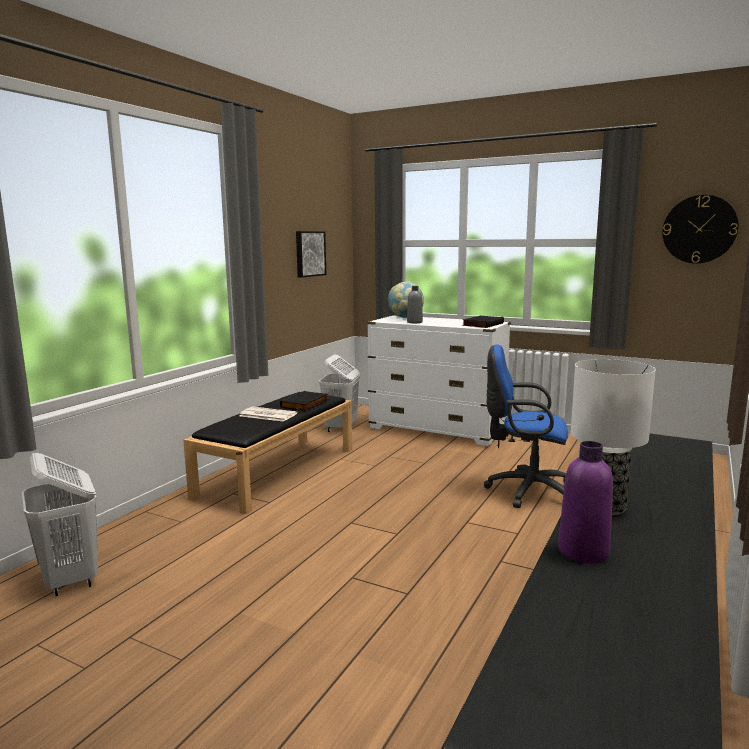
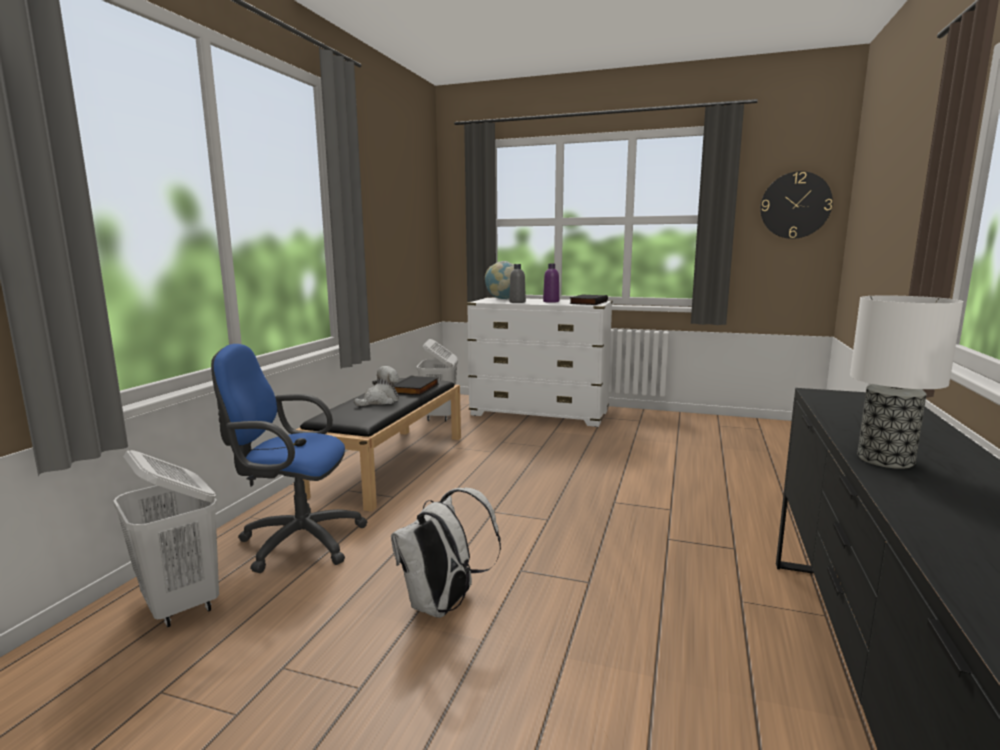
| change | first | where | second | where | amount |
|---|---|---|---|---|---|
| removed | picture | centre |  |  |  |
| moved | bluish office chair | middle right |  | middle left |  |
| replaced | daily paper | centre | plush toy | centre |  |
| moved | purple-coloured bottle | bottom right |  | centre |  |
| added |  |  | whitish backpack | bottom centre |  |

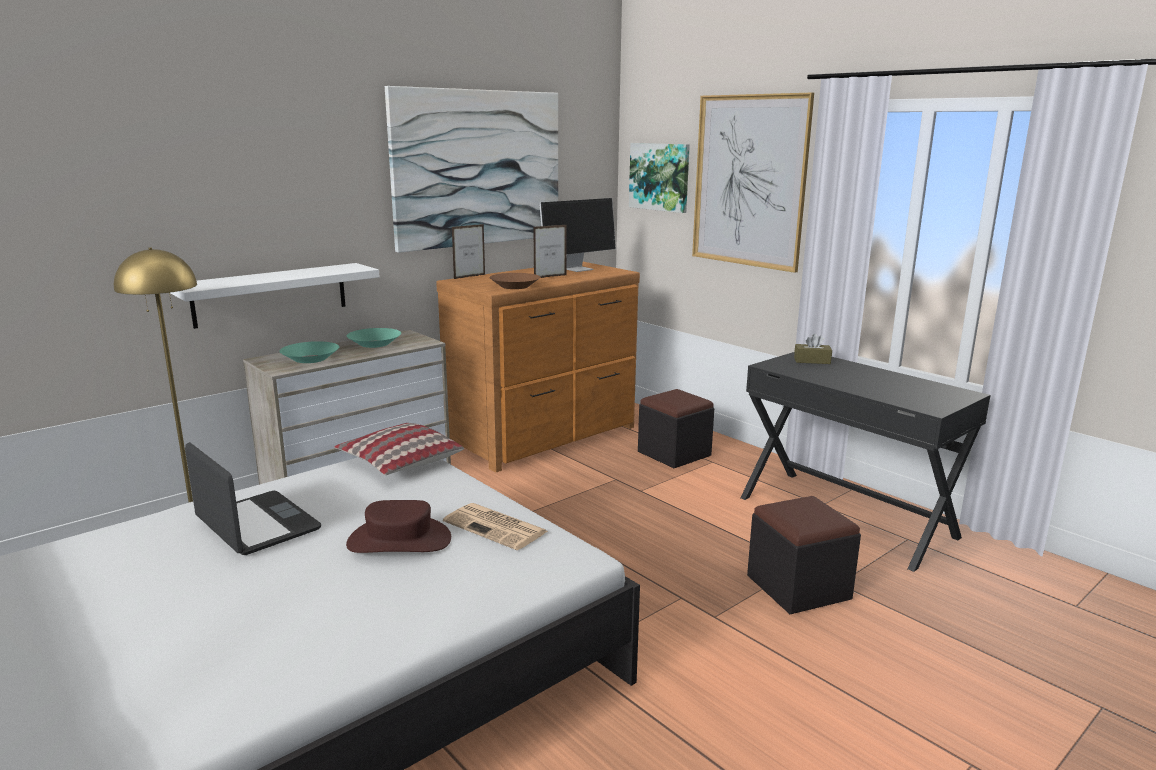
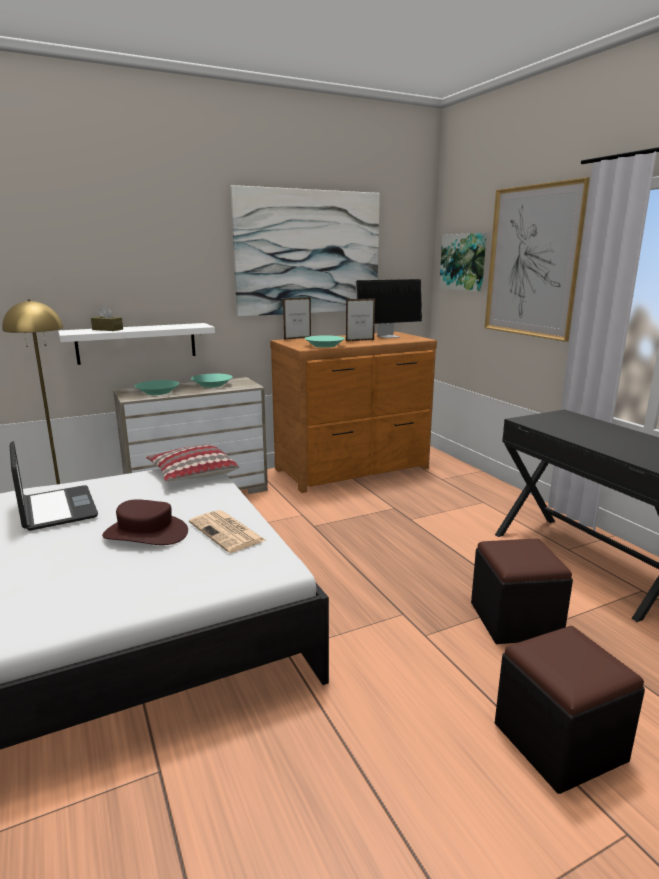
| change | first | where | second | where | amount |
|---|---|---|---|---|---|
| recoloured | brown serving bowl | centre | turquoise serving bowl (3rd from left) | centre |  |
| moved | brown tissue box | middle right |  | middle left |  |
| moved | black pouffe (1st from left in the first image) | centre | black pouffe (2nd from left) | bottom right |  |

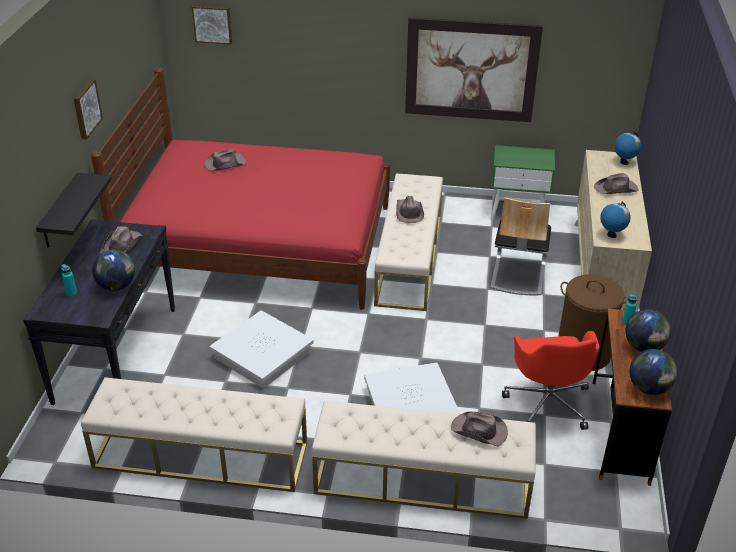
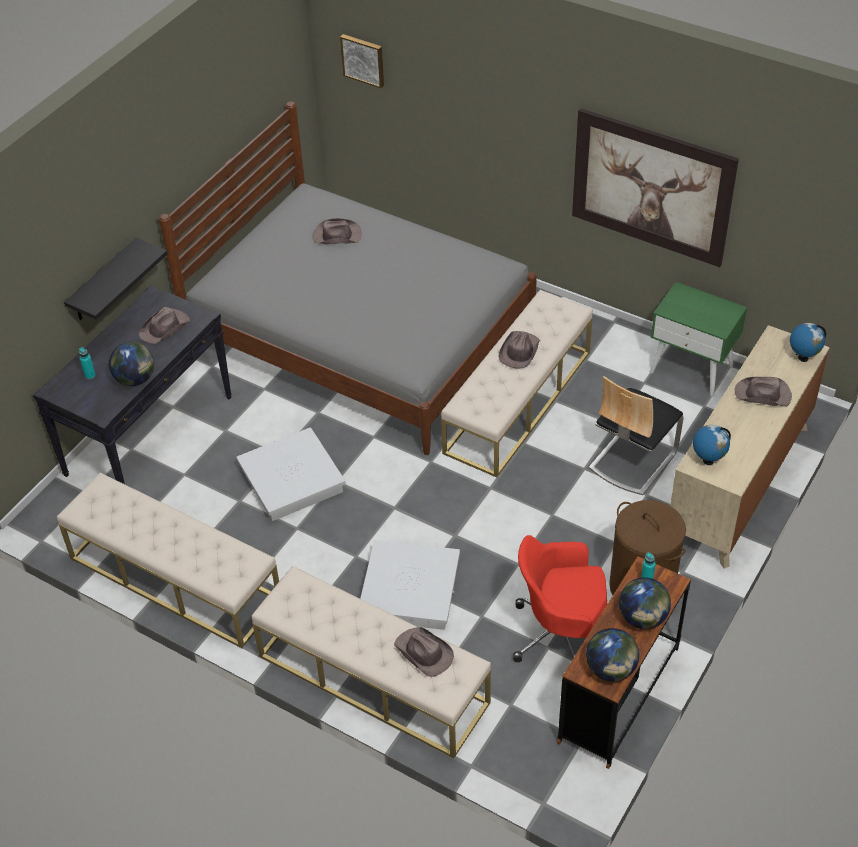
| change | first | where | second | where | amount |
|---|---|---|---|---|---|
| recoloured | red-coloured bed | middle left | gray bed | top centre |  |
| removed | picture (1st from left) | top left |  |  |  |
| turned | red-coloured office chair | bottom right |  | bottom centre | 75 degrees clockwise |

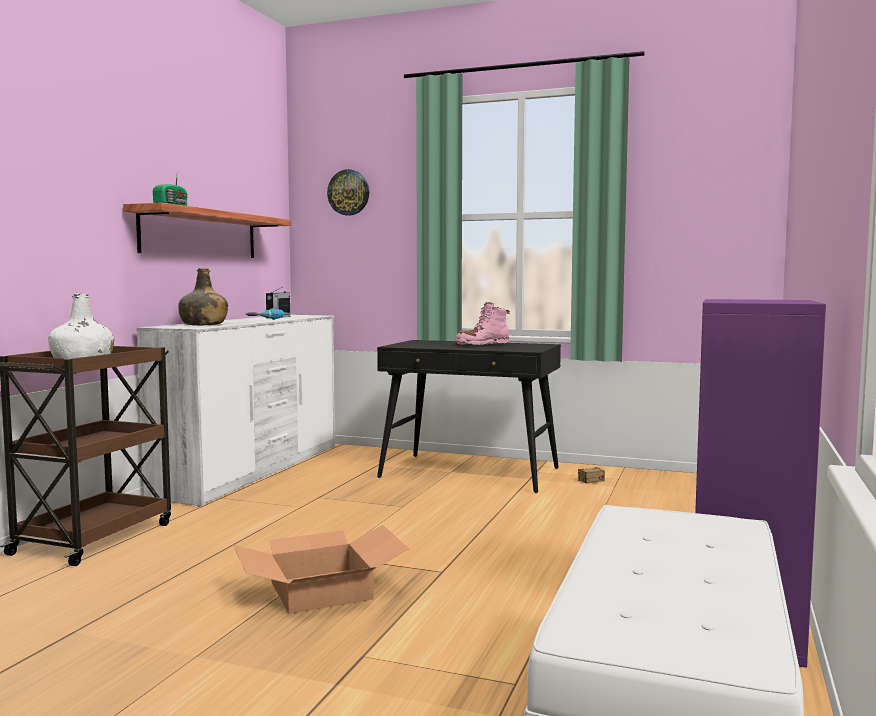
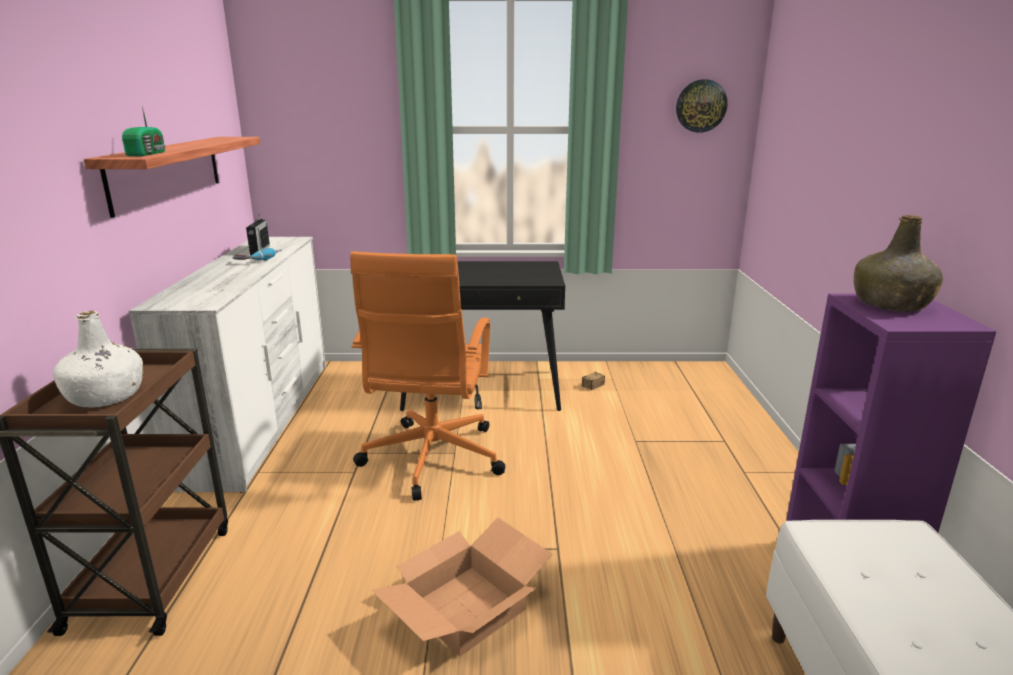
| change | first | where | second | where | amount |
|---|---|---|---|---|---|
| moved | wall clock | top centre |  | top right |  |
| moved | greenish bottle | middle left |  | middle right |  |
| removed | pink high-top boot | centre |  |  |  |
| added |  |  | orangey office chair | centre |  |

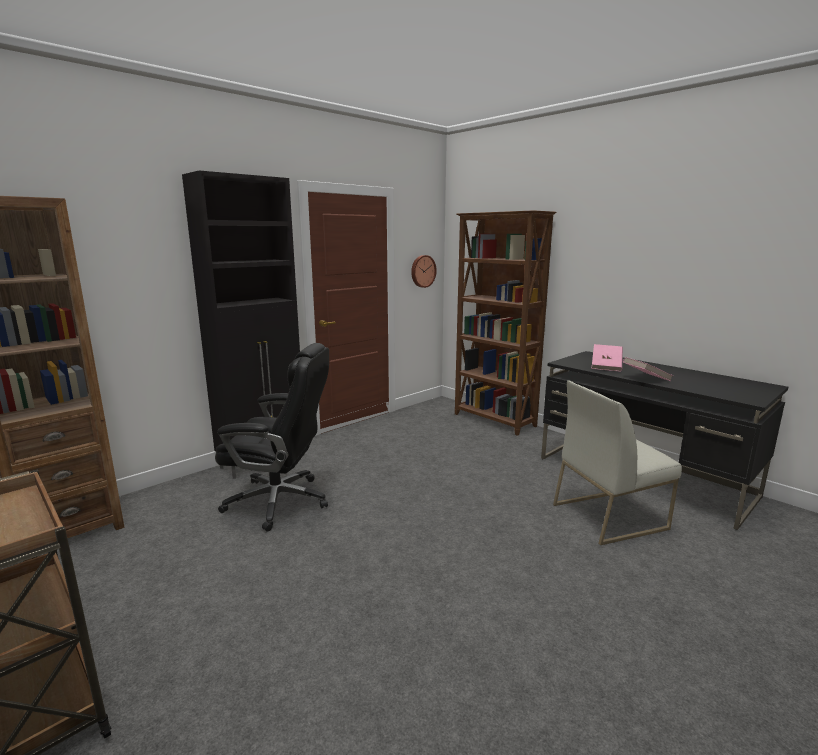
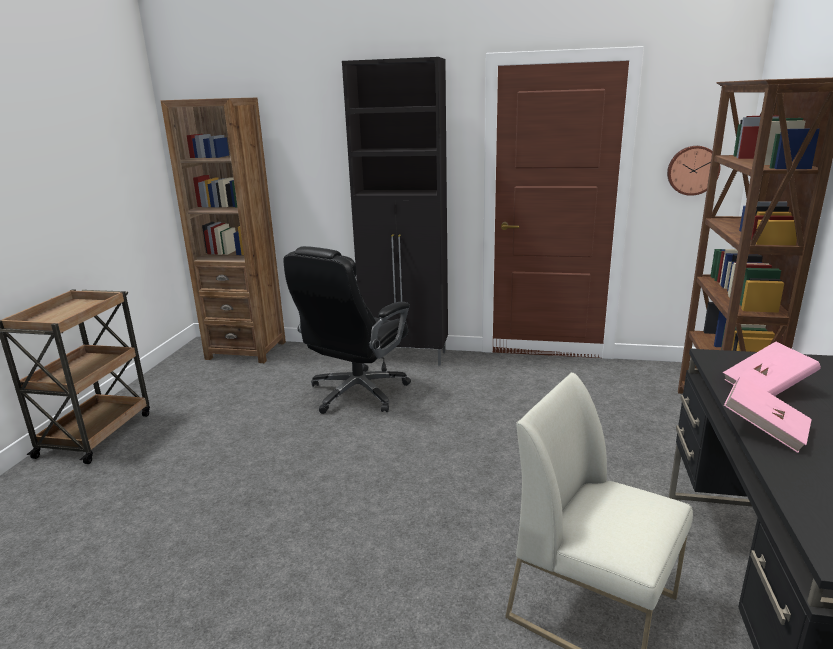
| change | first | where | second | where | amount |
|---|---|---|---|---|---|
| turned | black office chair | middle left |  | centre | 60 degrees clockwise |

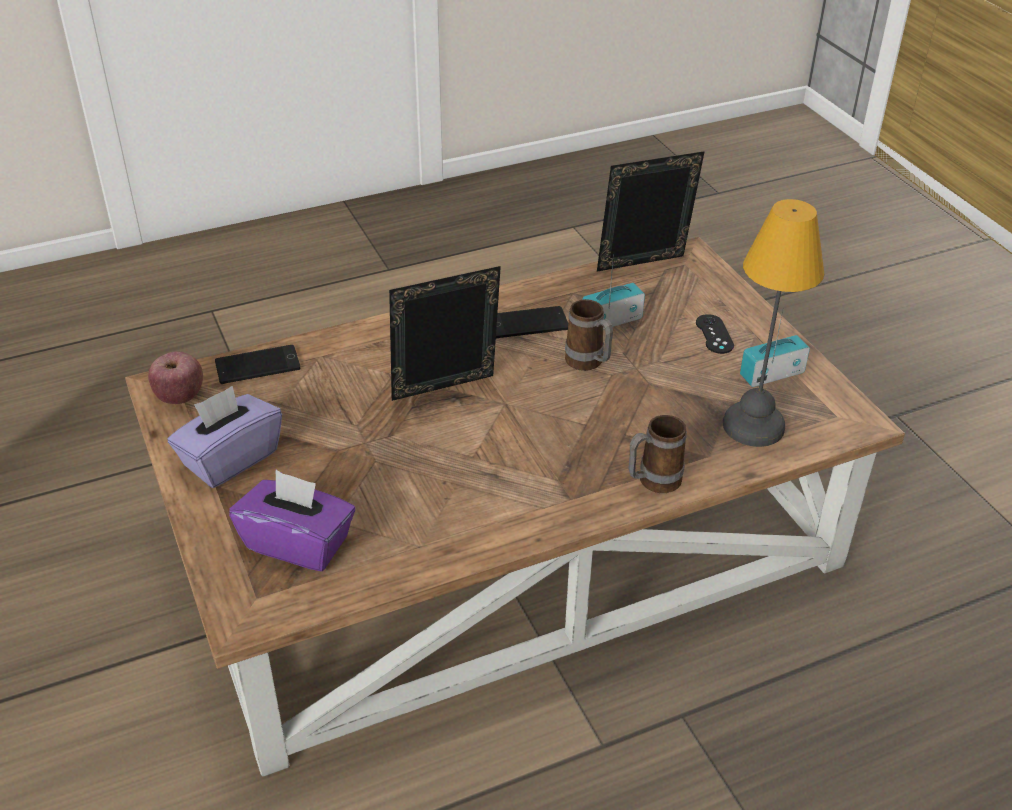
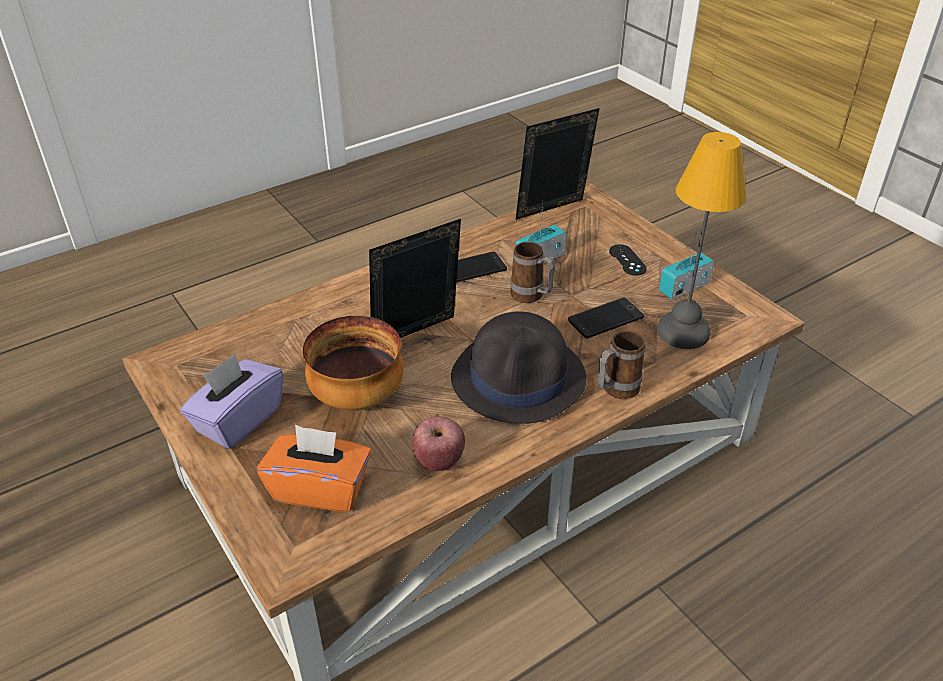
| change | first | where | second | where | amount |
|---|---|---|---|---|---|
| moved | telephone (1st from left in the first image) | middle left | telephone (2nd from left) | centre |  |
| moved | apple fruit | middle left |  | centre |  |
| recoloured | purple-coloured tissue box (2nd from left) | middle left | orangey tissue box | bottom left |  |
| added |  |  | black clothing hat | centre |  |
| added |  |  | serving bowl | centre |  |

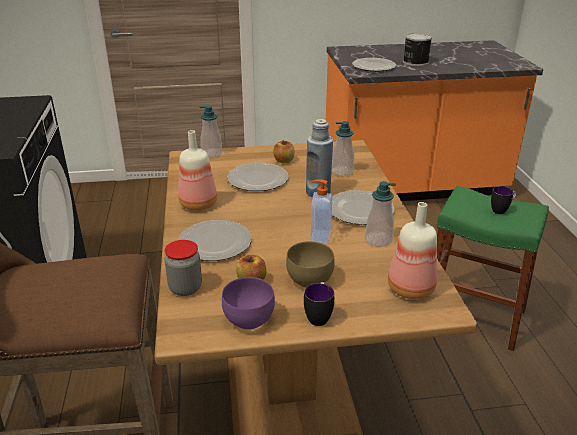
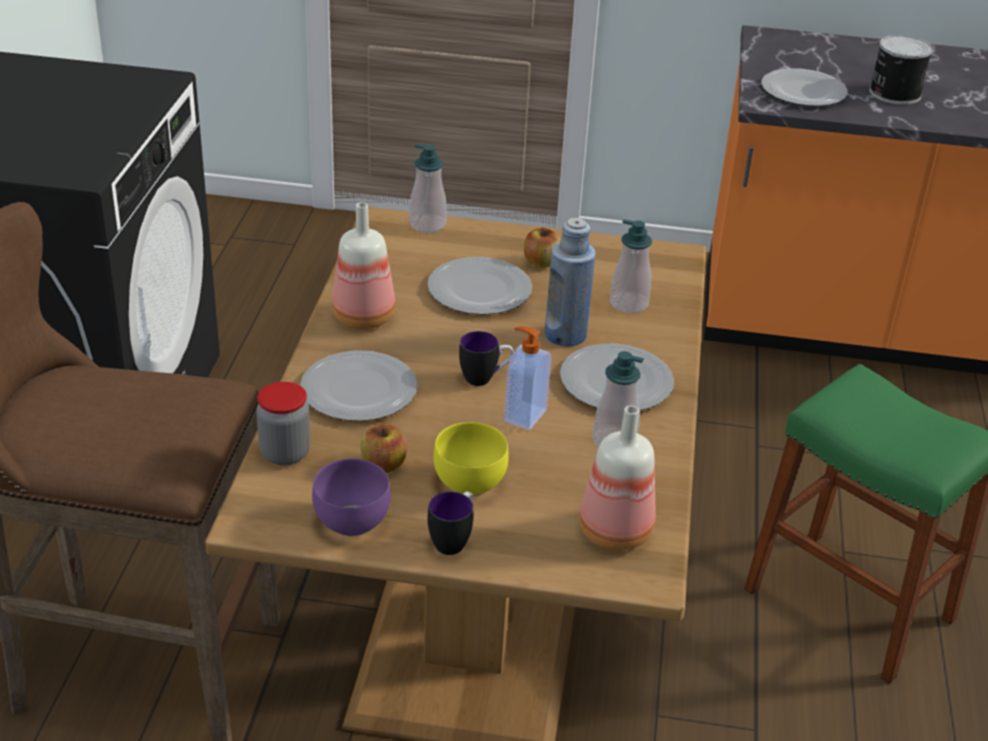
| change | first | where | second | where | amount |
|---|---|---|---|---|---|
| moved | coffee mug (2nd from left) | middle right |  | centre |  |
| recoloured | brown serving bowl | centre | yellowish serving bowl | centre |  |

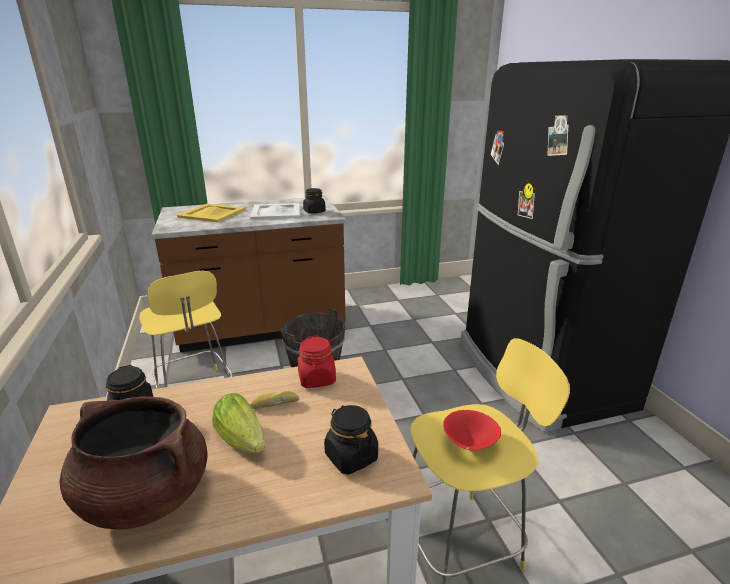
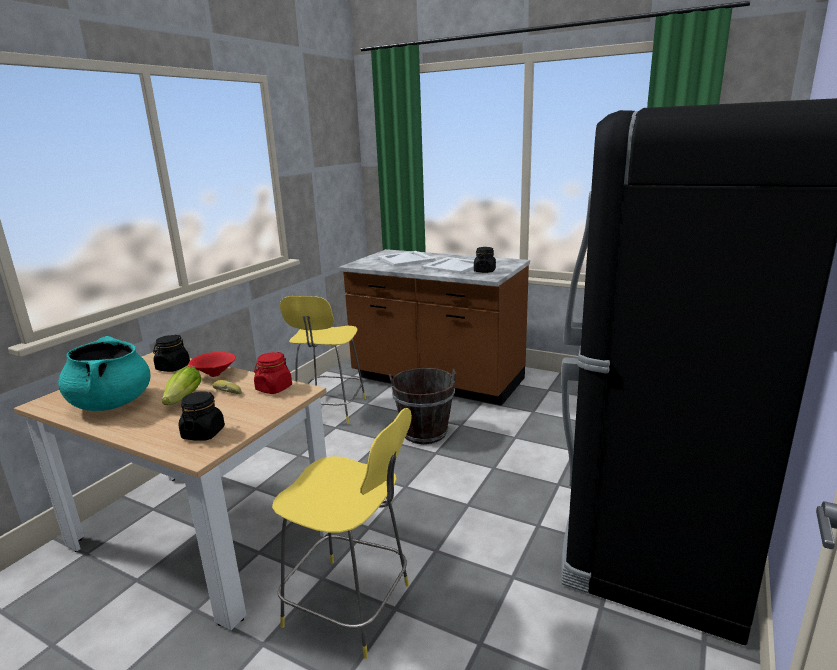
| change | first | where | second | where | amount |
|---|---|---|---|---|---|
| recoloured | yellowish carrying tray | middle left | whitish carrying tray (1st from left) | centre |  |
| recoloured | brown stockpot | bottom left | turquoise stockpot | middle left |  |
| moved | red-coloured serving bowl | bottom centre |  | middle left |  |

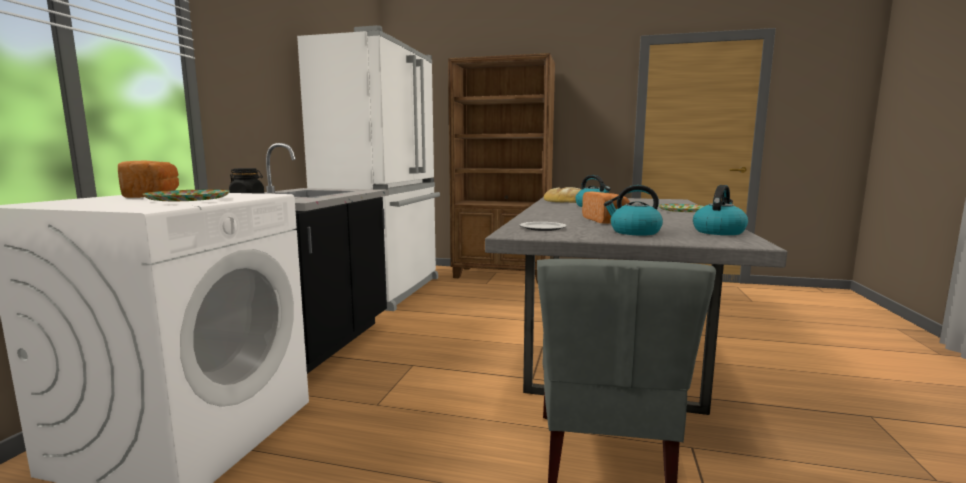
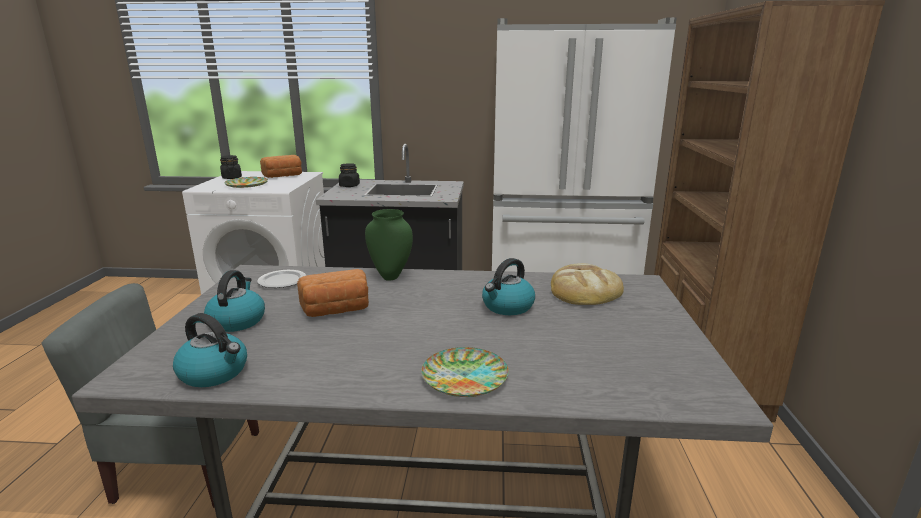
| change | first | where | second | where | amount |
|---|---|---|---|---|---|
| added |  |  | black jar (1st from left) | top left |  |
| added |  |  | greenish flower vase | centre |  |

